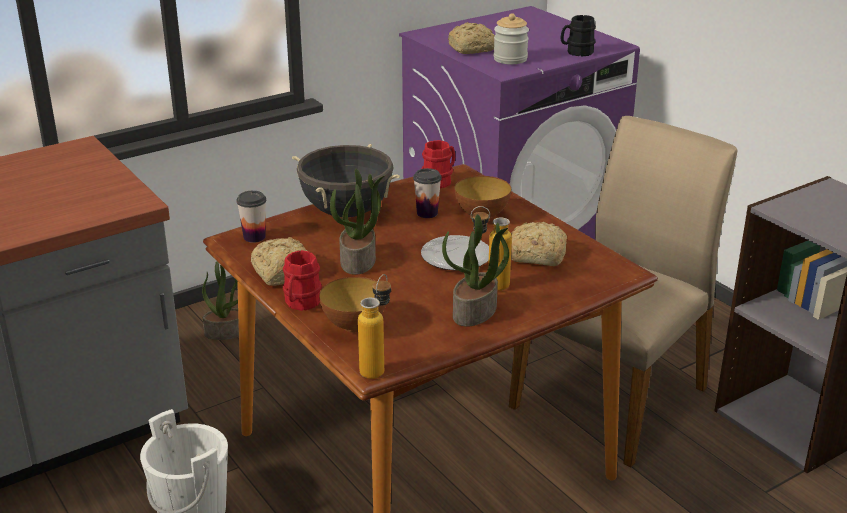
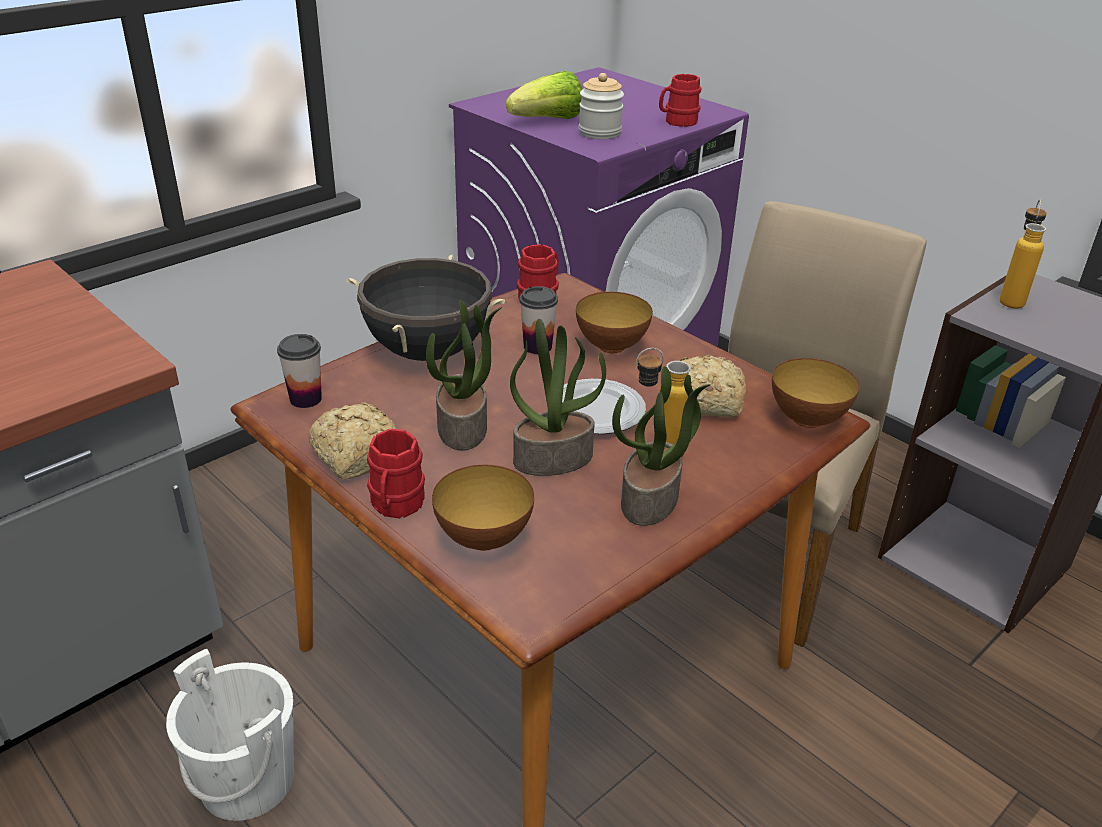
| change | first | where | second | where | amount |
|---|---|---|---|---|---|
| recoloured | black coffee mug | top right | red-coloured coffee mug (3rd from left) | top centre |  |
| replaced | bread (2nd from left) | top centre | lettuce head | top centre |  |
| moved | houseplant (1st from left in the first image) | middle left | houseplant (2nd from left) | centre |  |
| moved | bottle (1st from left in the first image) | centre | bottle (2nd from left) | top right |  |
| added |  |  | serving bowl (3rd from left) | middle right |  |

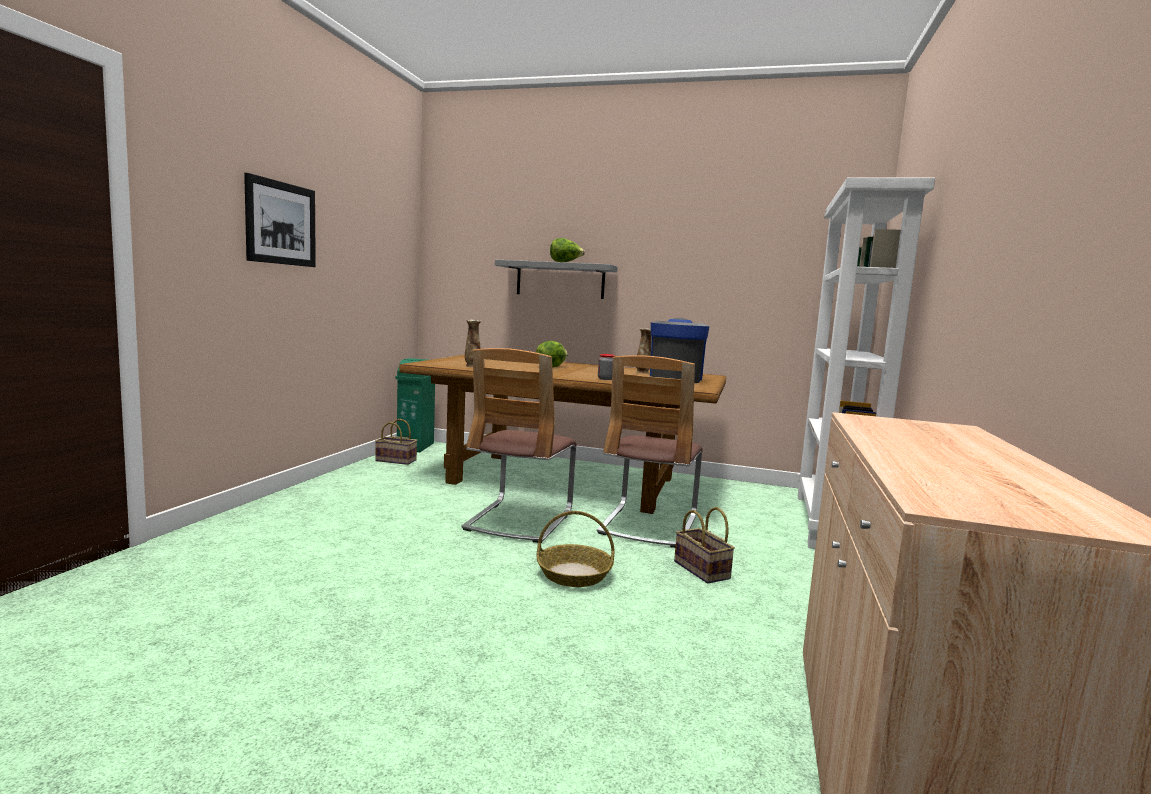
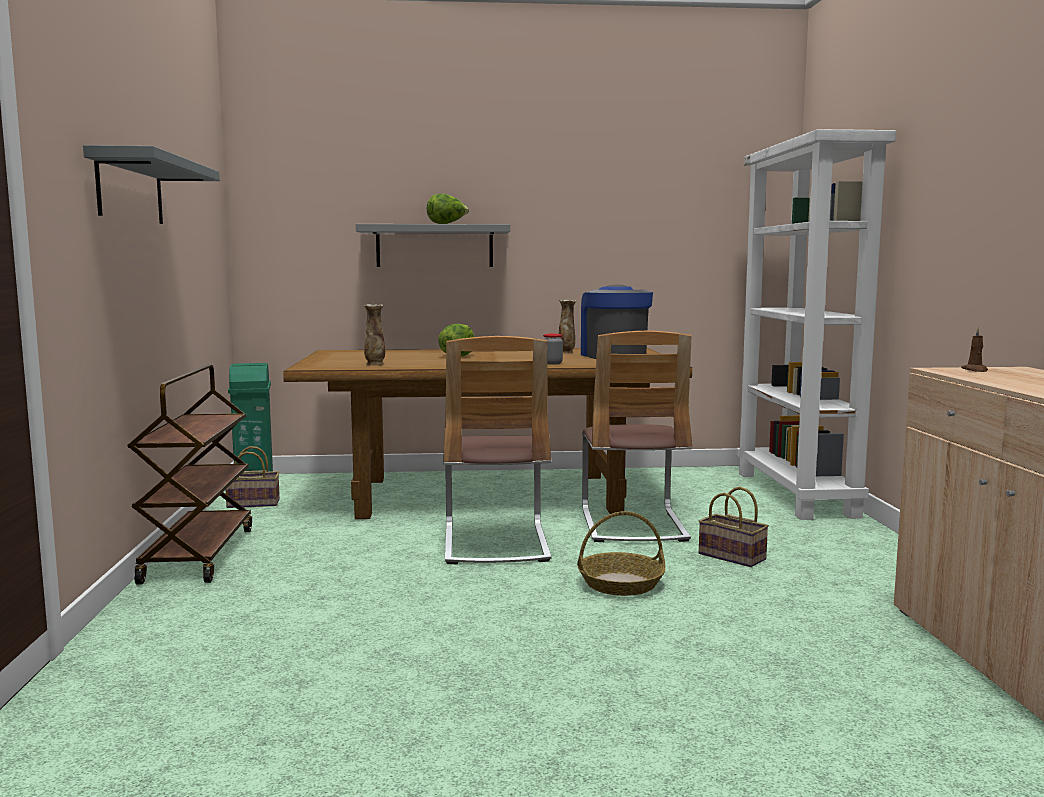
| change | first | where | second | where | amount |
|---|---|---|---|---|---|
| replaced | picture | top left | gray wall shelf (1st from left) | top left |  |
| added |  |  | brown wax candle | middle right |  |
| added |  |  | brown wheeled cart | middle left |  |

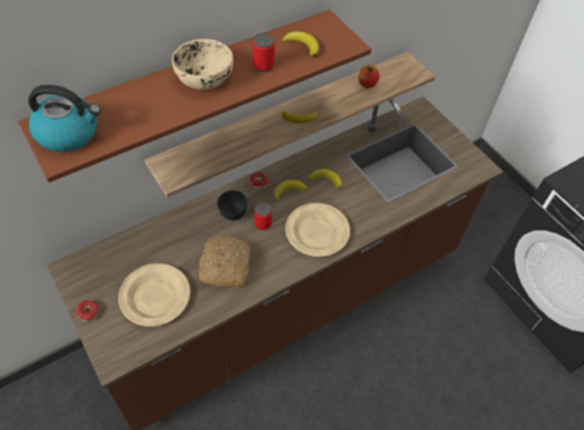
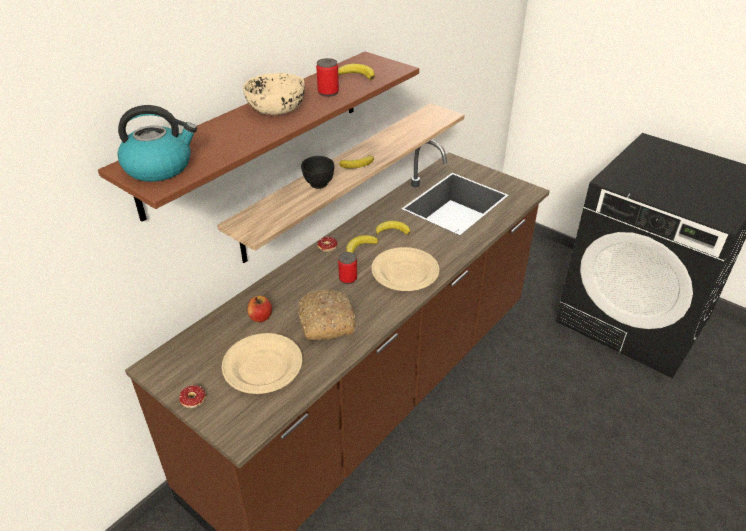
| change | first | where | second | where | amount |
|---|---|---|---|---|---|
| moved | apple fruit | top centre |  | centre |  |
| moved | black serving bowl | centre |  | top centre |  |

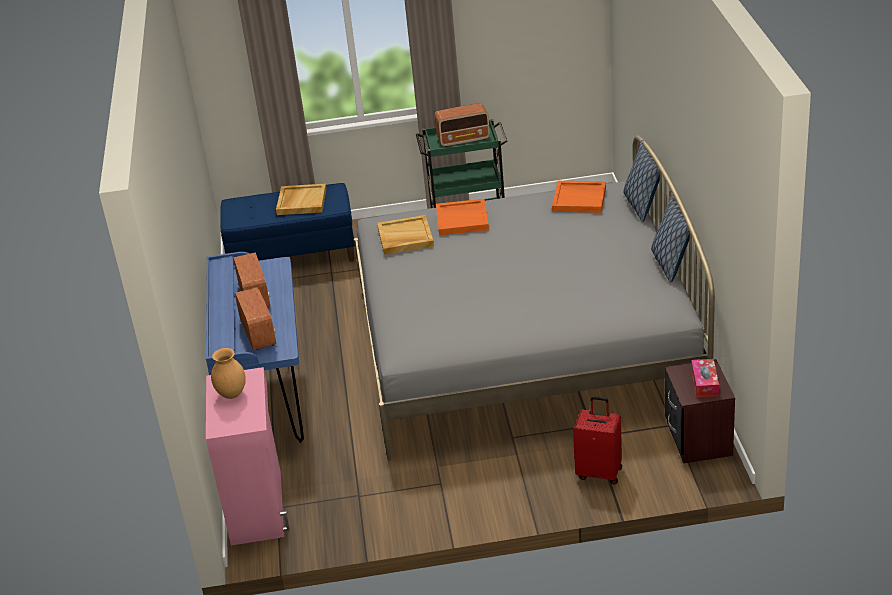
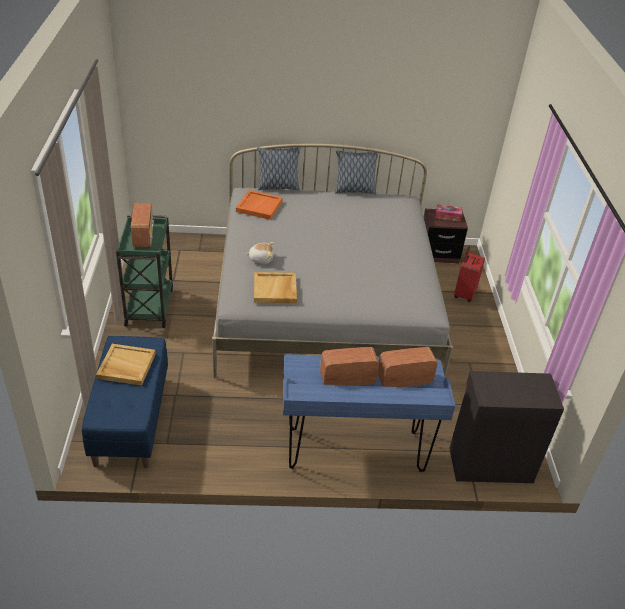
| change | first | where | second | where | amount |
|---|---|---|---|---|---|
| replaced | orangey carrying tray (1st from left) | centre | plush toy | centre |  |
| removed | brown flower vase | middle left |  |  |  |
| recoloured | pink cabinet | bottom left | black cabinet | bottom right |  |

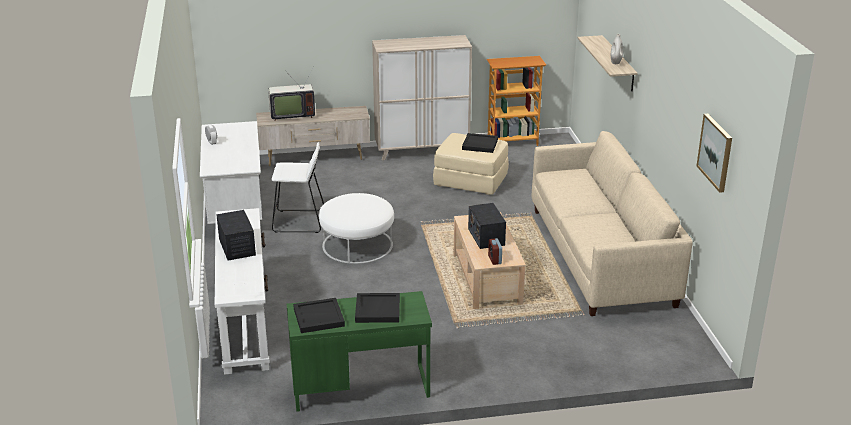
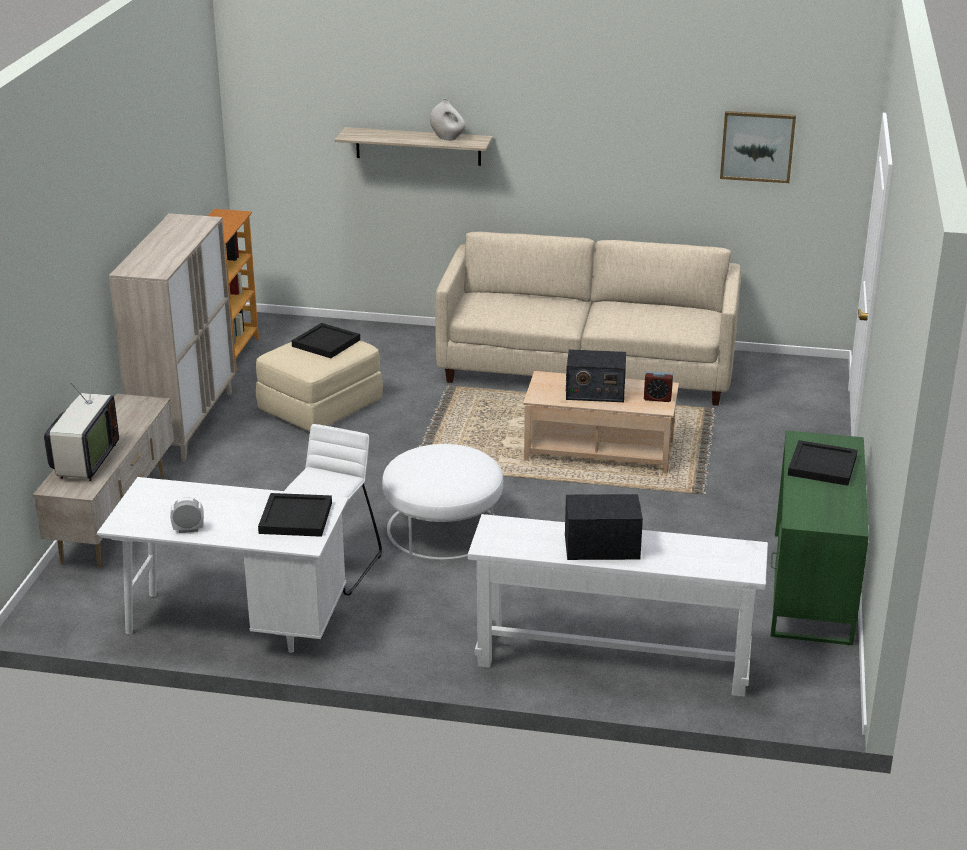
| change | first | where | second | where | amount |
|---|---|---|---|---|---|
| moved | black carrying tray (1st from left) | bottom centre |  | middle left |  |

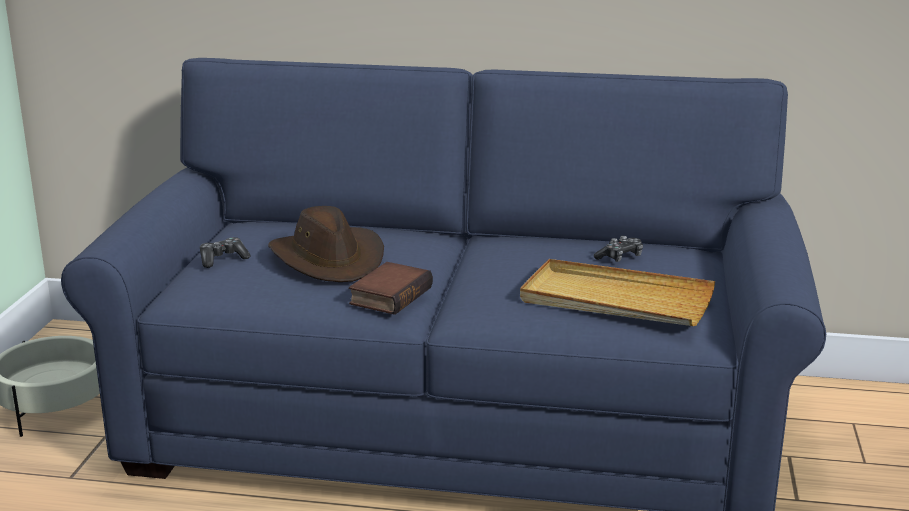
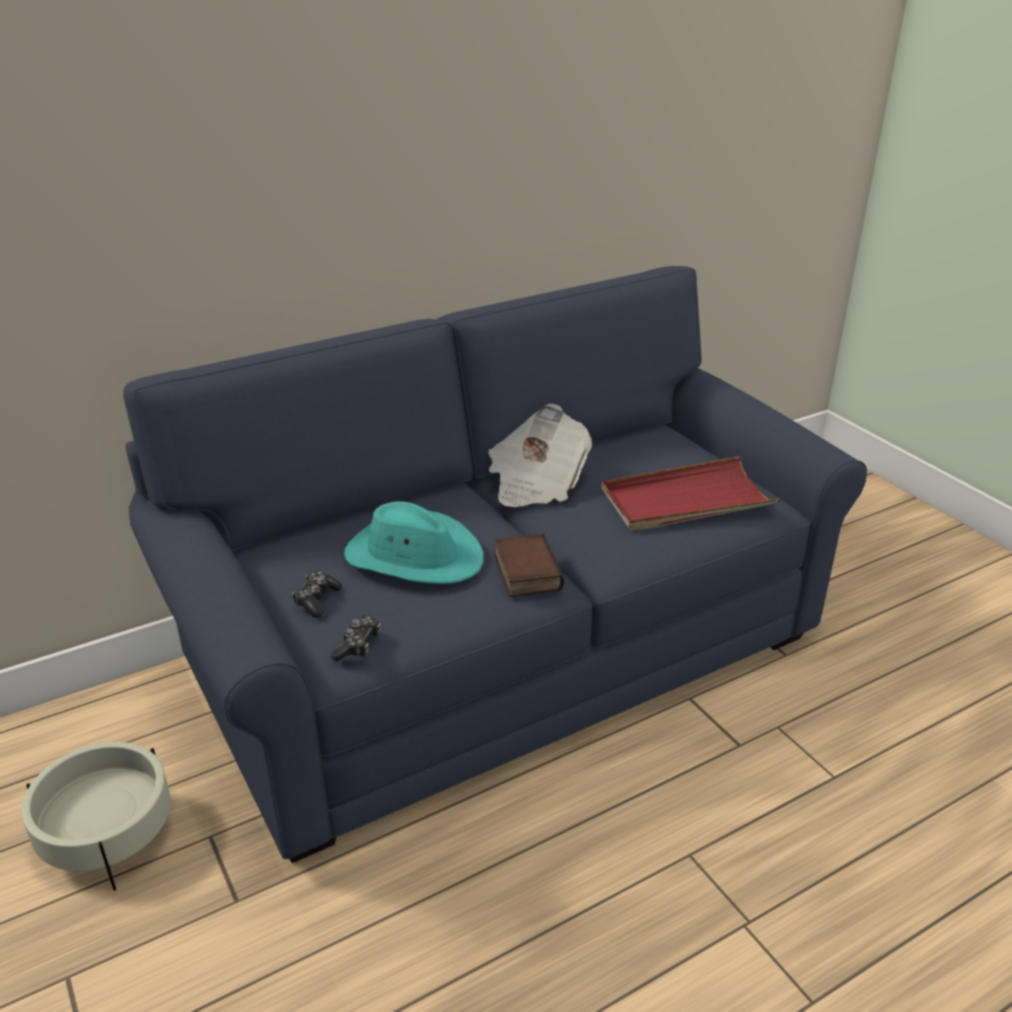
| change | first | where | second | where | amount |
|---|---|---|---|---|---|
| recoloured | brown clothing hat | centre | turquoise clothing hat | centre |  |
| moved | joypad (2nd from left) | middle right |  | centre |  |
| recoloured | beige carrying tray | middle right | red-coloured carrying tray | middle right |  |
| added |  |  | daily paper | centre |  |

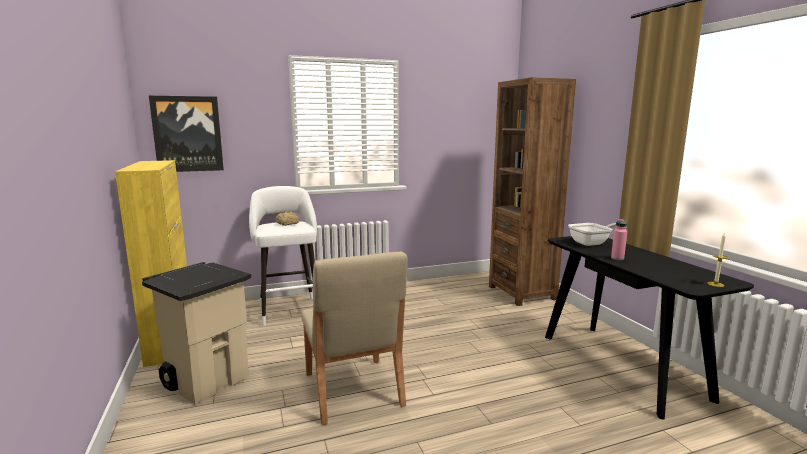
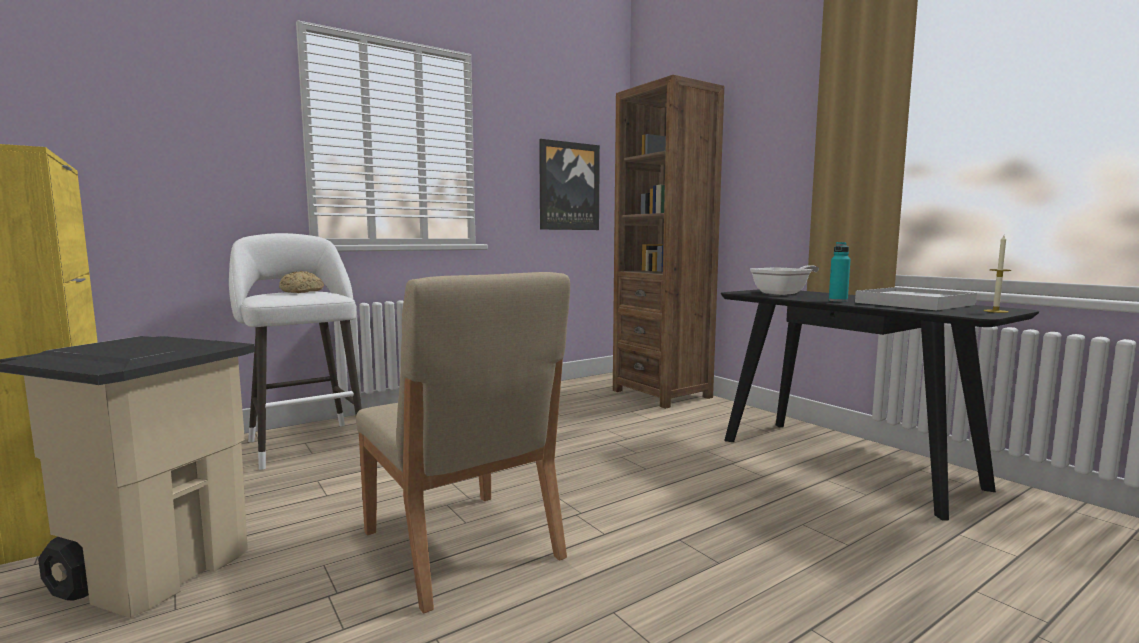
| change | first | where | second | where | amount |
|---|---|---|---|---|---|
| moved | picture | top left |  | top centre |  |
| recoloured | pink bottle | middle right | turquoise bottle | middle right |  |
| added |  |  | whitish carrying tray | middle right |  |

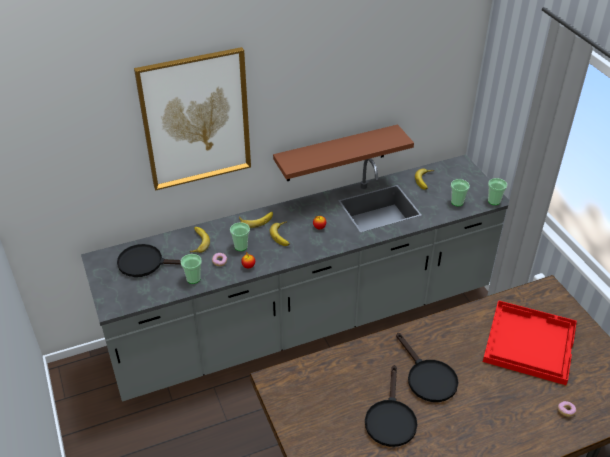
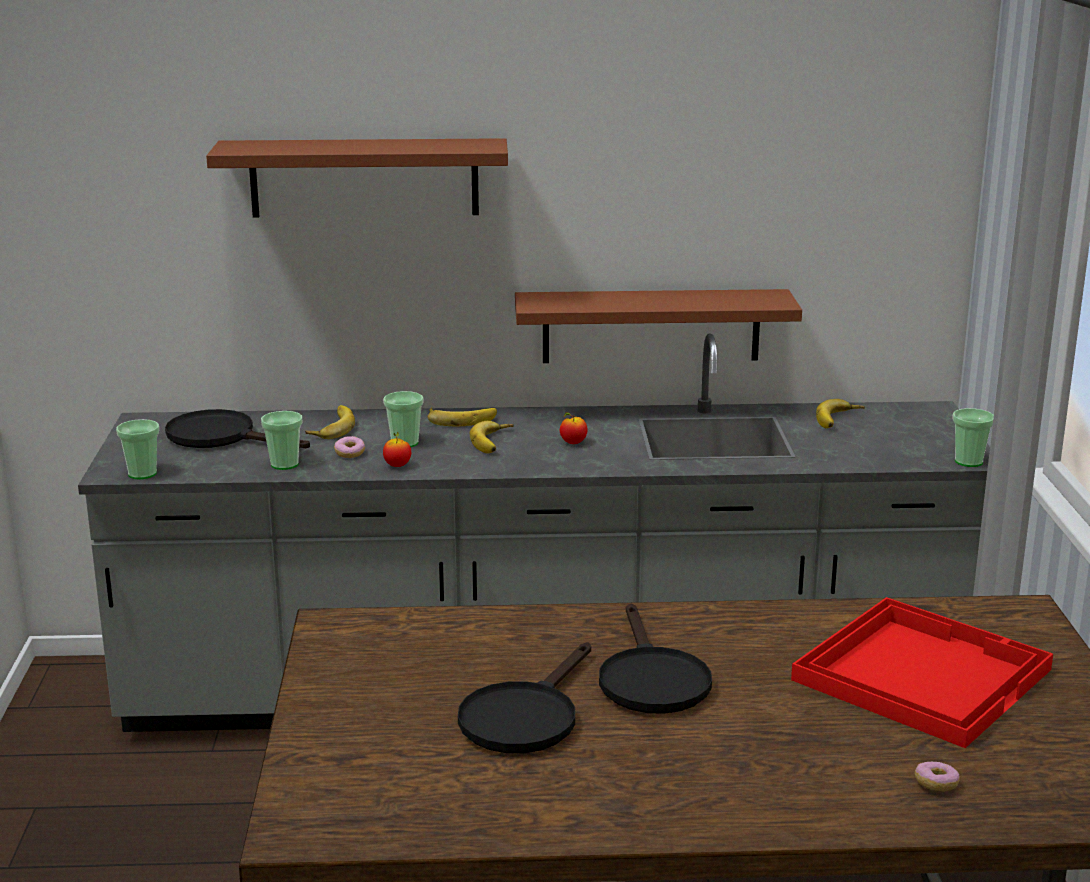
| change | first | where | second | where | amount |
|---|---|---|---|---|---|
| replaced | picture | top left | brown wall shelf (1st from left) | top left |  |
| moved | cup (3rd from left in the first image) | middle right | cup (1st from left) | middle left |  |

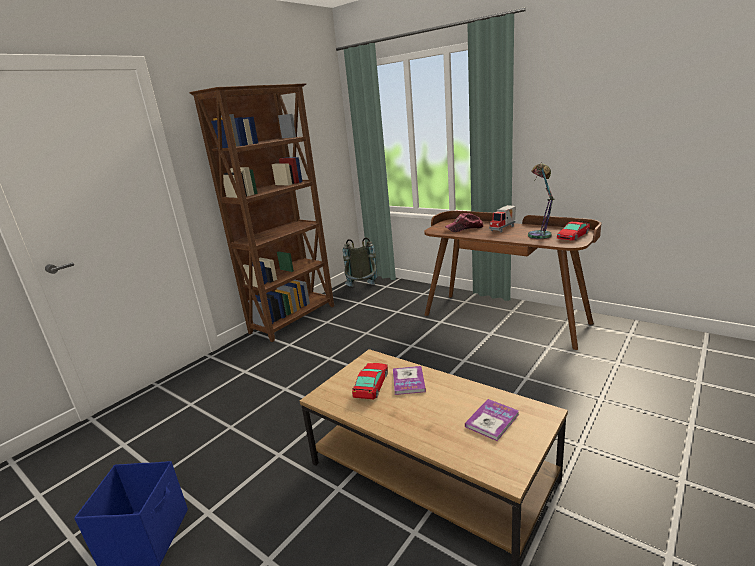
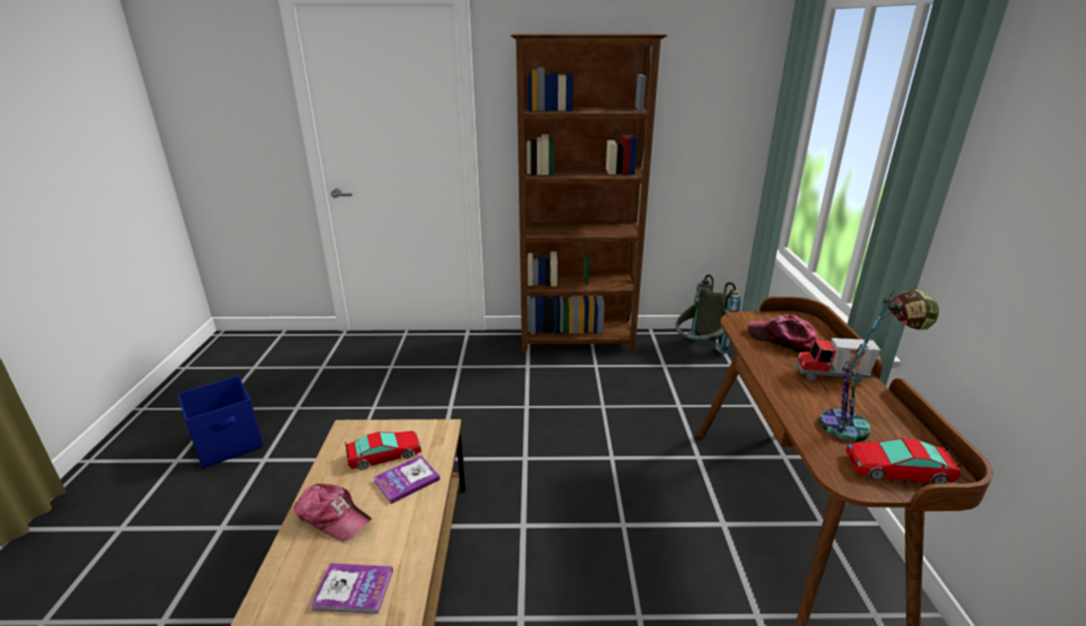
| change | first | where | second | where | amount |
|---|---|---|---|---|---|
| added |  |  | cap (1st from left) | bottom left |  |

